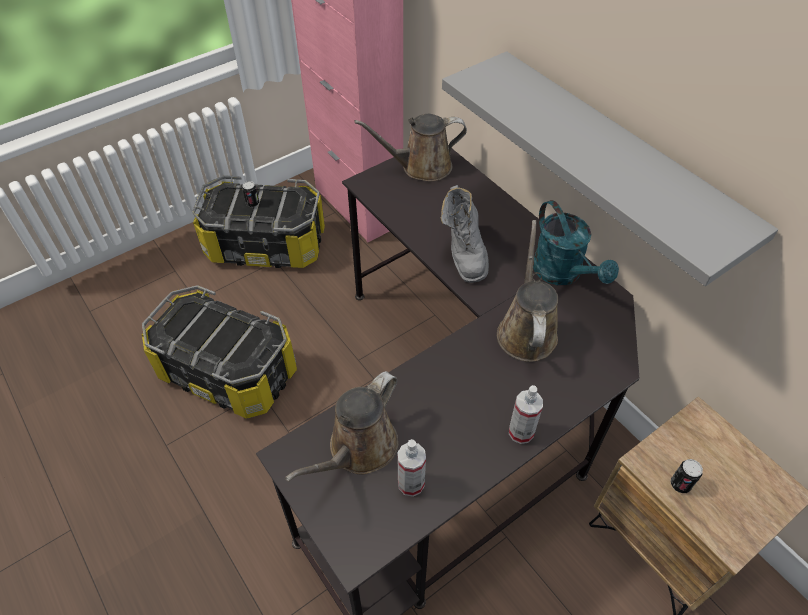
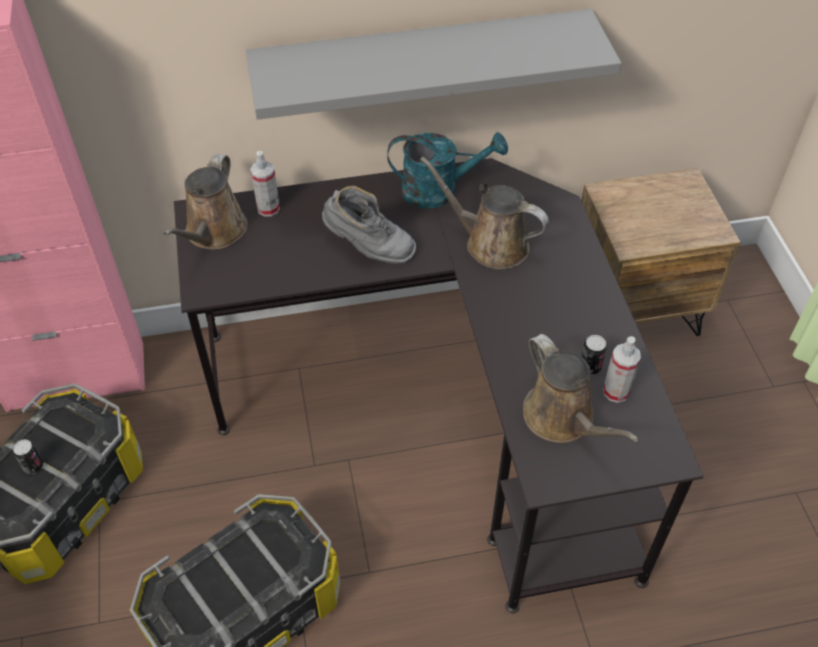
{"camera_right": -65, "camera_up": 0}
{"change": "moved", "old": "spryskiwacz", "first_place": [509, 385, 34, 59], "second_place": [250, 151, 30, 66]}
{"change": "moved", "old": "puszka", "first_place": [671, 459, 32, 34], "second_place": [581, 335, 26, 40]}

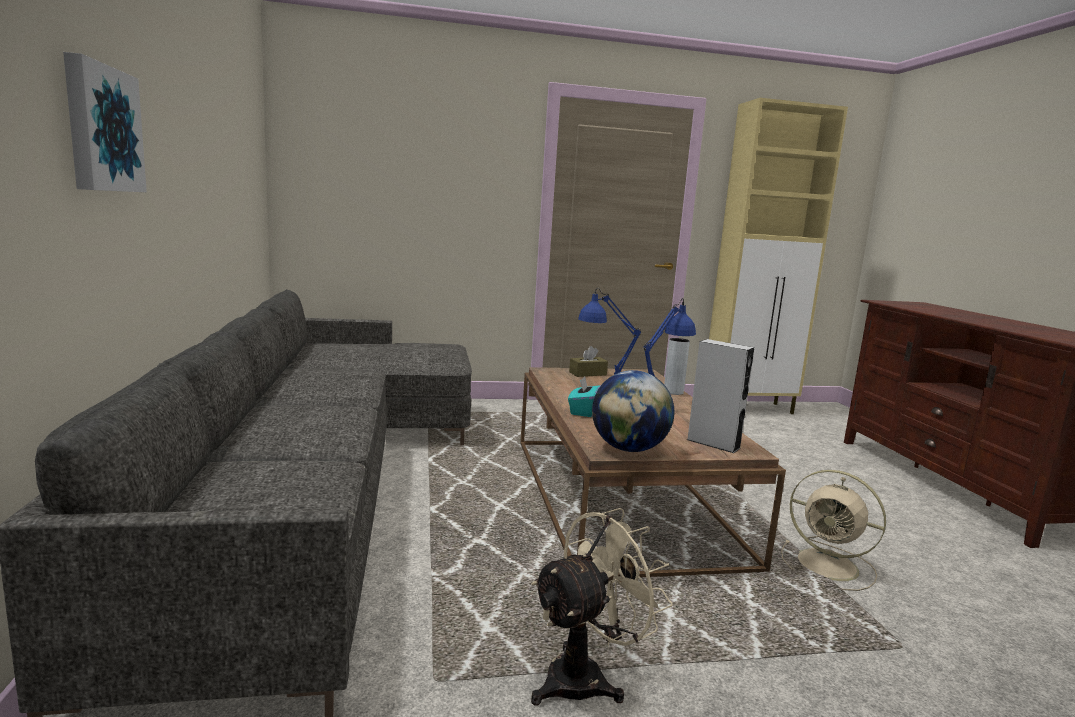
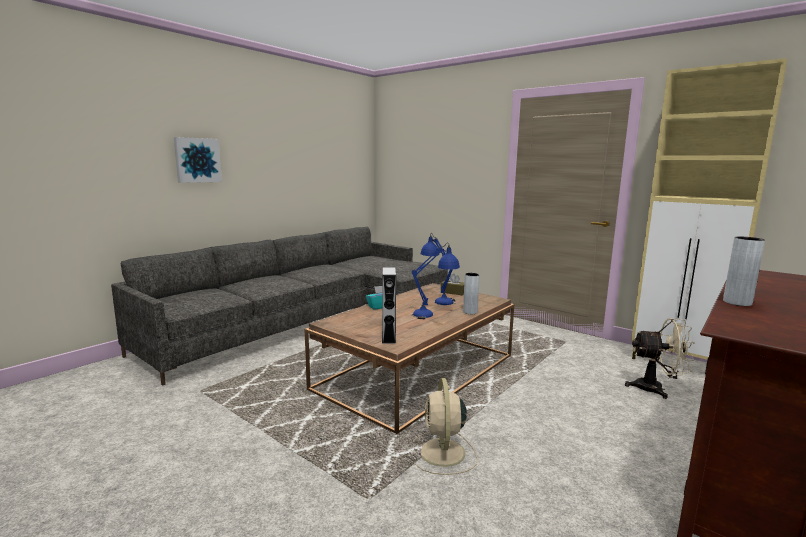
{"camera_right": 50, "camera_up": 0}
{"change": "moved", "old": "wentylator [beżowy]", "first_place": [531, 508, 141, 197], "second_place": [625, 318, 70, 81]}
{"change": "removed", "old": "globus", "first_place": [592, 370, 82, 82]}
{"change": "added", "new": "wazon [szary]", "second_place": [723, 237, 42, 69]}

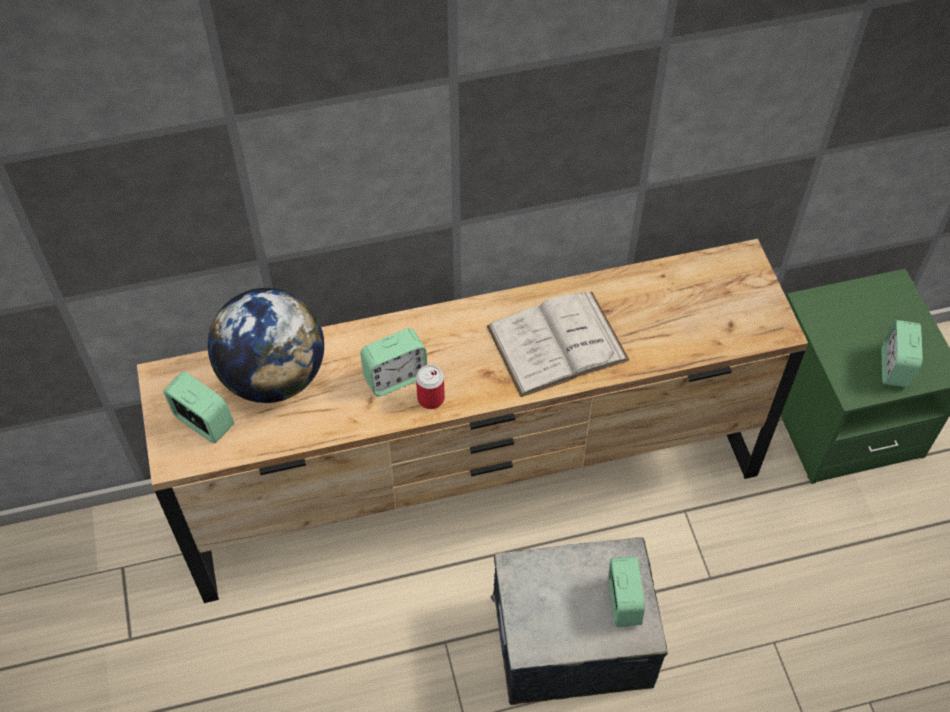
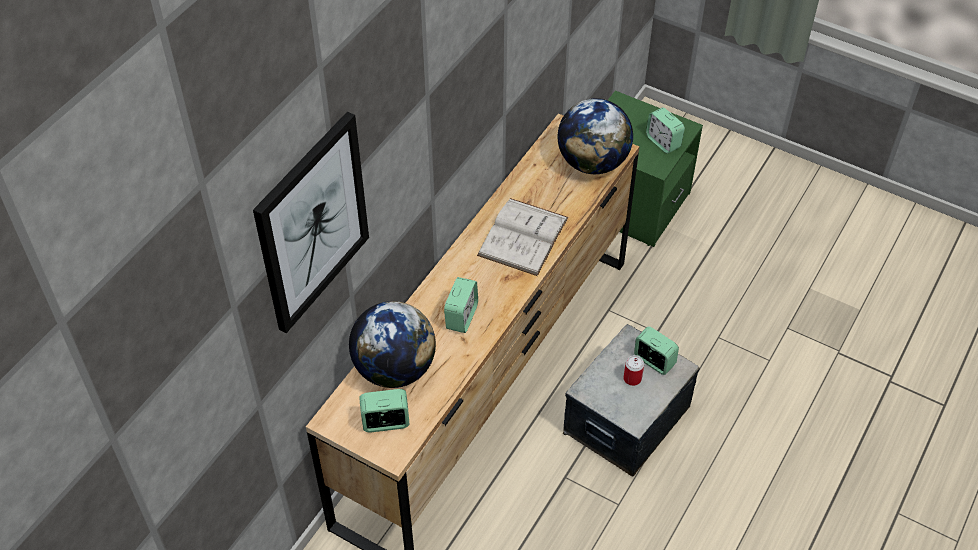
{"camera_right": -45, "camera_up": -5}
{"change": "moved", "old": "puszka", "first_place": [416, 364, 29, 45], "second_place": [623, 355, 21, 31]}
{"change": "added", "new": "obraz", "second_place": [253, 112, 116, 221]}
{"change": "added", "new": "globus", "second_place": [558, 98, 75, 76]}

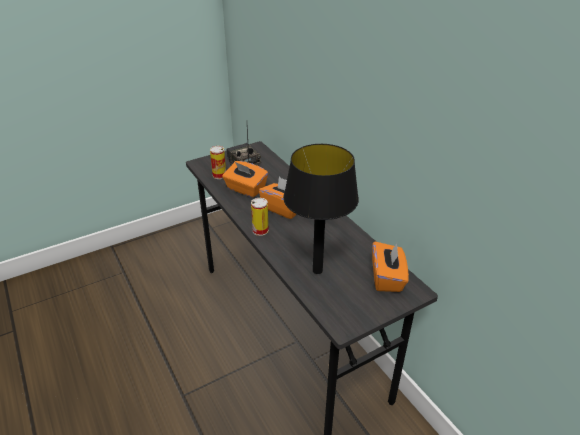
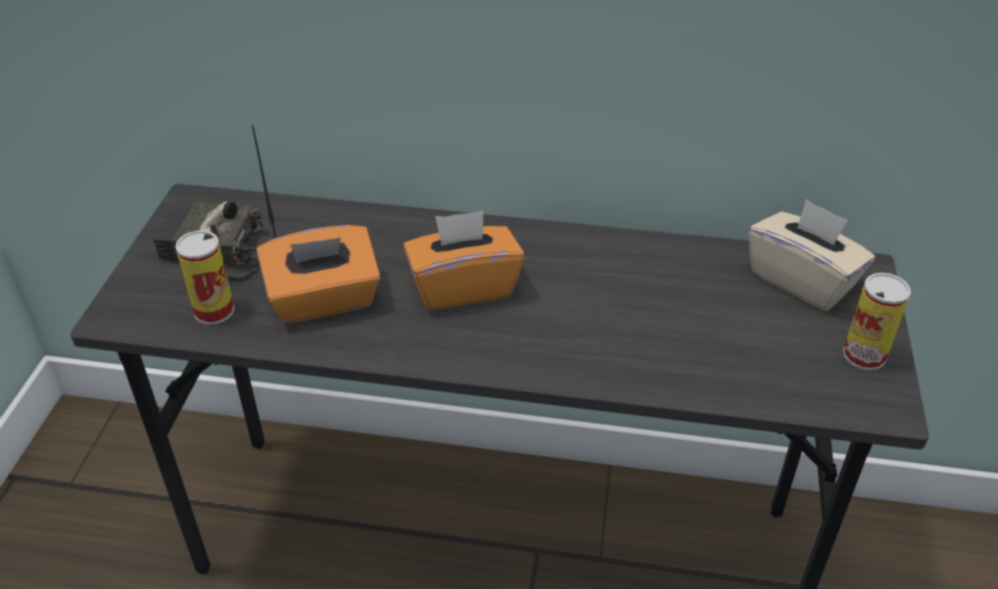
{"camera_right": -50, "camera_up": 5}
{"change": "moved", "old": "puszka", "first_place": [251, 198, 18, 38], "second_place": [843, 273, 68, 98]}
{"change": "removed", "old": "lampa stołowa [czarny]", "first_place": [283, 144, 76, 130]}
{"change": "recoloured", "old": "pudełko chusteczek [pomarańczowy]", "new": "pudełko chusteczek [beżowy]", "first_place": [372, 242, 37, 50], "second_place": [749, 199, 126, 112]}

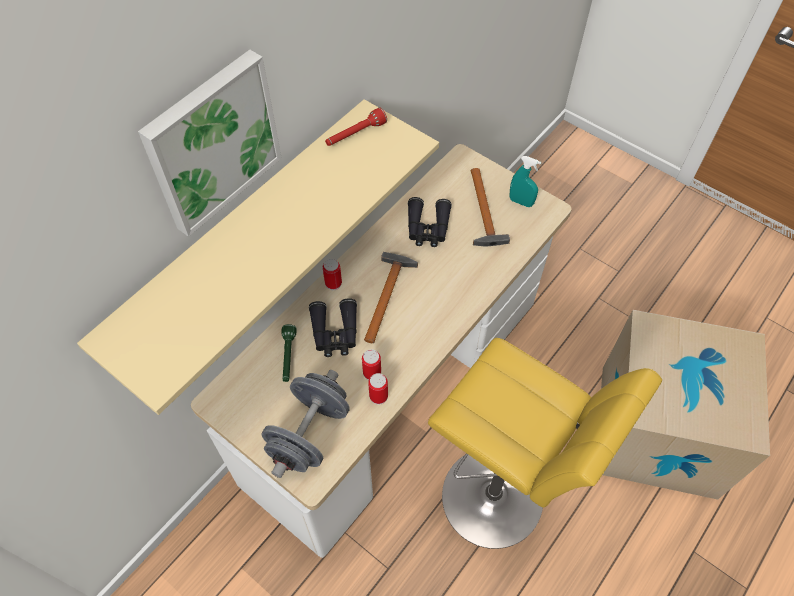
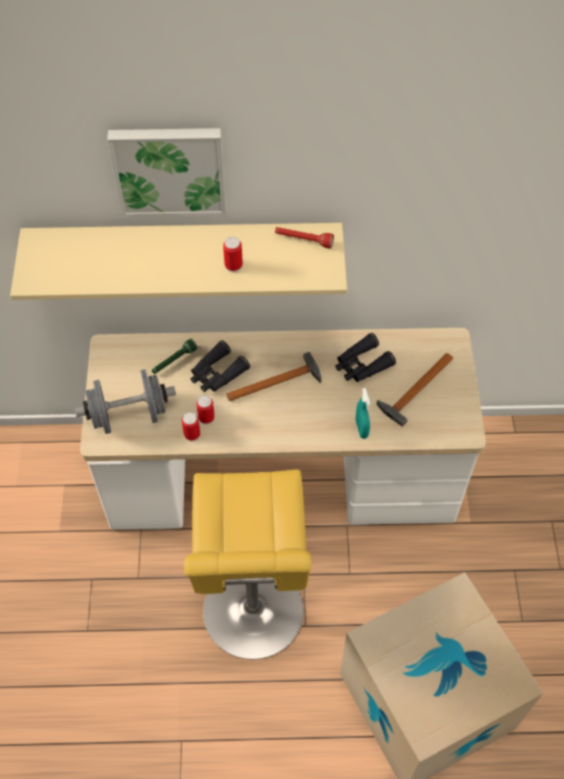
{"camera_right": 50, "camera_up": 0}
{"change": "moved", "old": "puszka", "first_place": [323, 259, 19, 31], "second_place": [223, 237, 20, 35]}
{"change": "moved", "old": "spryskiwacz [turkusowy]", "first_place": [510, 156, 31, 51], "second_place": [356, 388, 14, 51]}

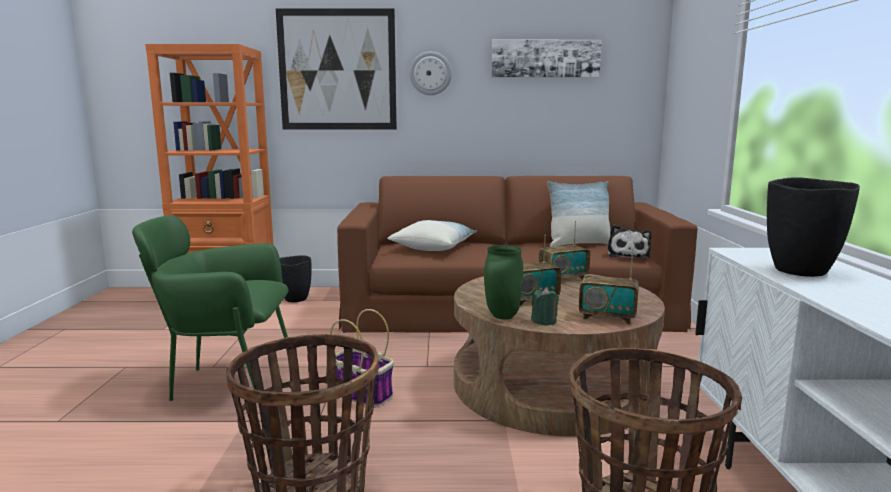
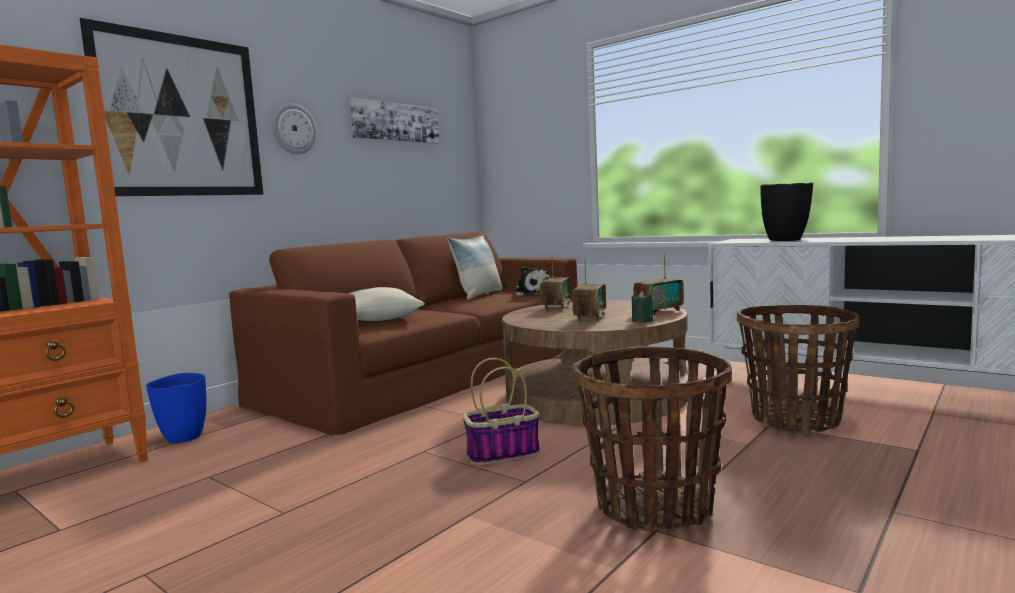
{"camera_right": -50, "camera_up": -5}
{"change": "removed", "old": "fotel [zielony]", "first_place": [132, 215, 157, 186]}
{"change": "recoloured", "old": "wazon [czarny]", "new": "wazon [niebieski]", "first_place": [280, 255, 32, 47], "second_place": [146, 373, 60, 70]}
{"change": "removed", "old": "wazon [zielony]", "first_place": [484, 245, 39, 75]}

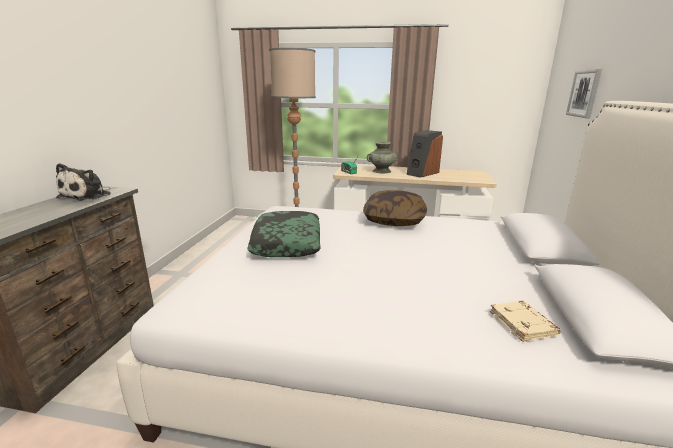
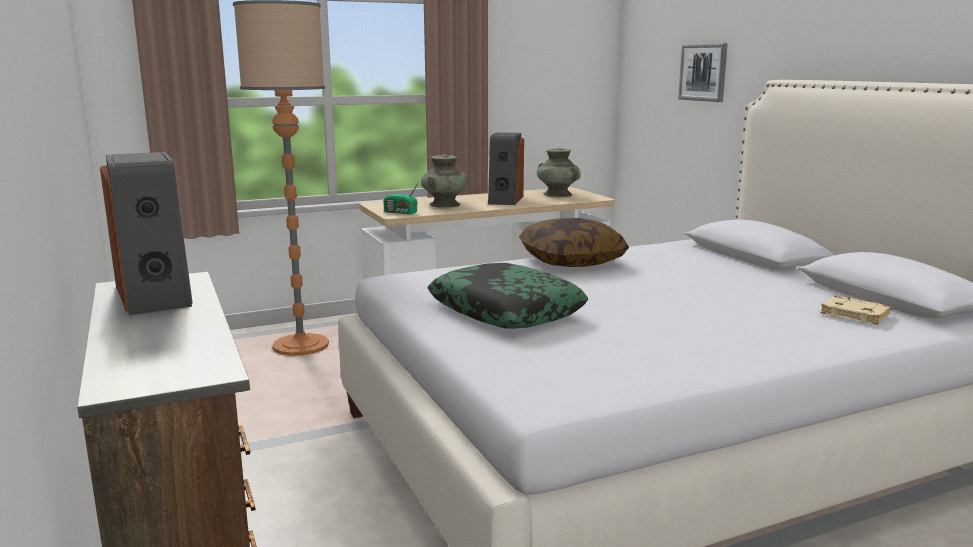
{"camera_right": -35, "camera_up": -5}
{"change": "replaced", "old": "pluszak", "new": "głośnik", "first_place": [56, 163, 54, 38], "second_place": [100, 152, 93, 163]}
{"change": "added", "new": "wazon [turkusowy]", "second_place": [537, 148, 44, 49]}

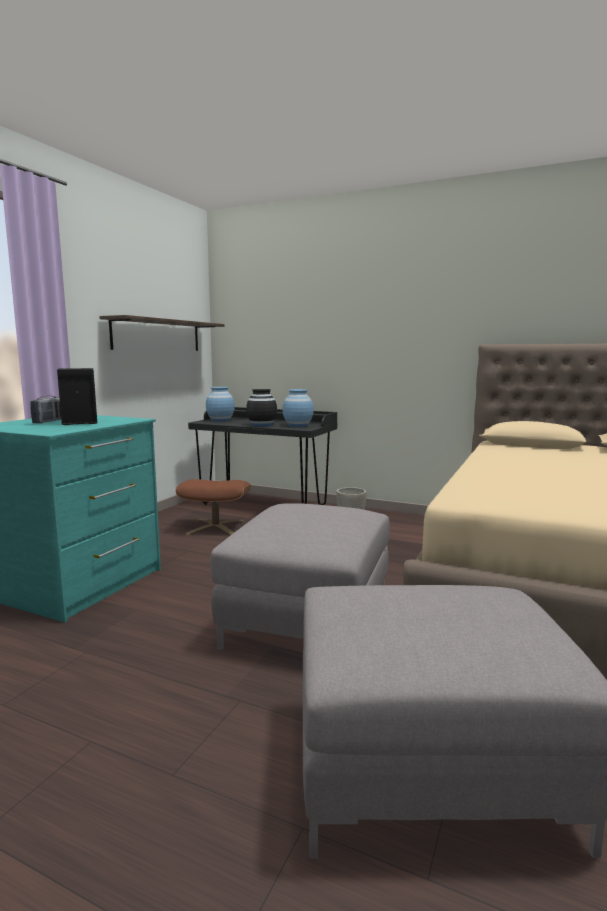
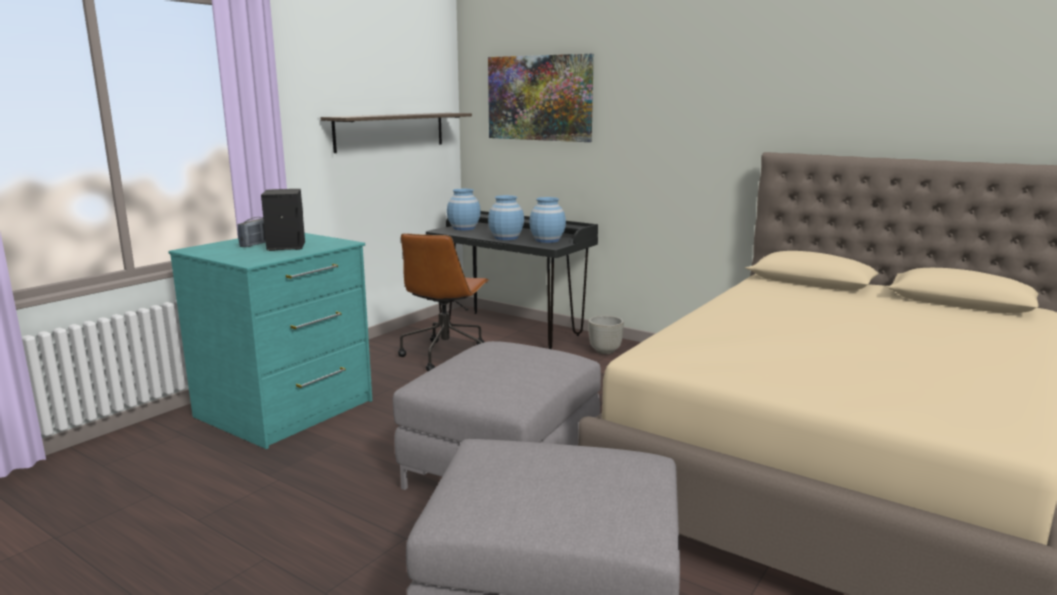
{"camera_right": 10, "camera_up": 5}
{"change": "replaced", "old": "pufa [brązowy]", "new": "krzesło biurowe [brązowy]", "first_place": [175, 479, 76, 56], "second_place": [398, 233, 92, 138]}
{"change": "recoloured", "old": "wazon [czarny]", "new": "wazon [niebieski]", "first_place": [246, 389, 31, 37], "second_place": [488, 195, 36, 45]}
{"change": "added", "new": "obraz", "second_place": [488, 54, 106, 88]}

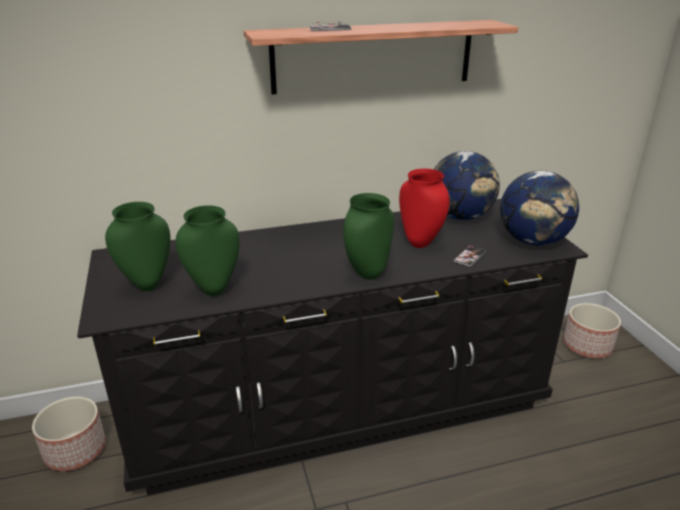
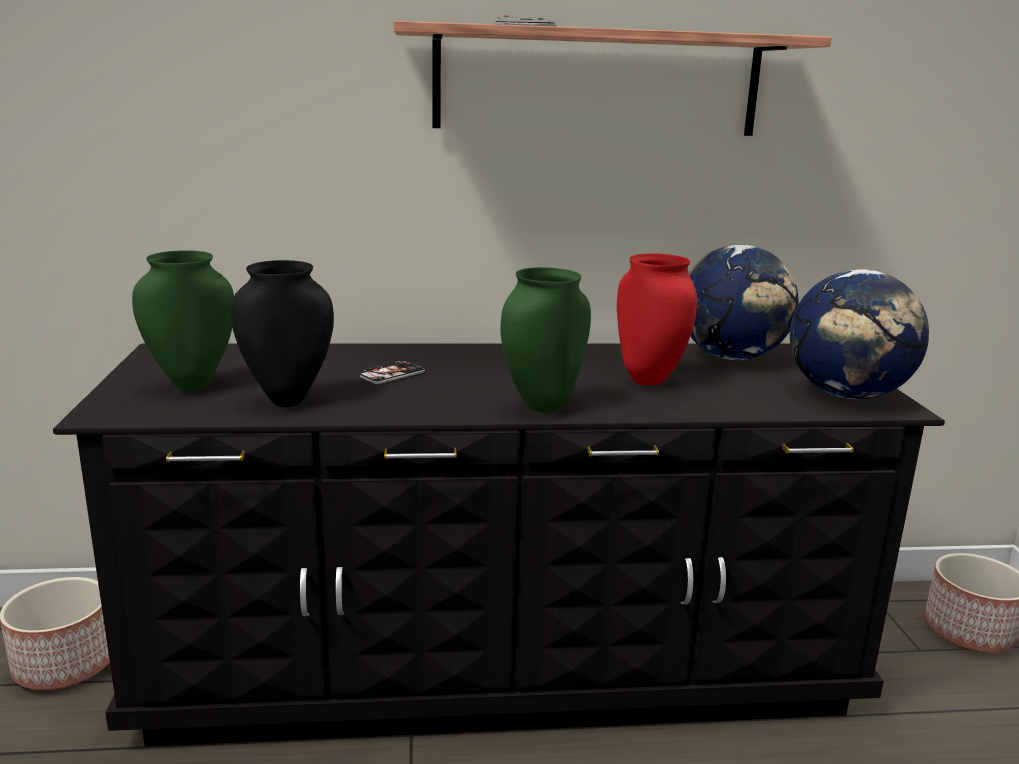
{"camera_right": 10, "camera_up": -10}
{"change": "recoloured", "old": "wazon [zielony]", "new": "wazon [czarny]", "first_place": [176, 205, 64, 91], "second_place": [231, 260, 103, 147]}
{"change": "moved", "old": "telefon", "first_place": [454, 246, 32, 21], "second_place": [360, 361, 65, 23]}

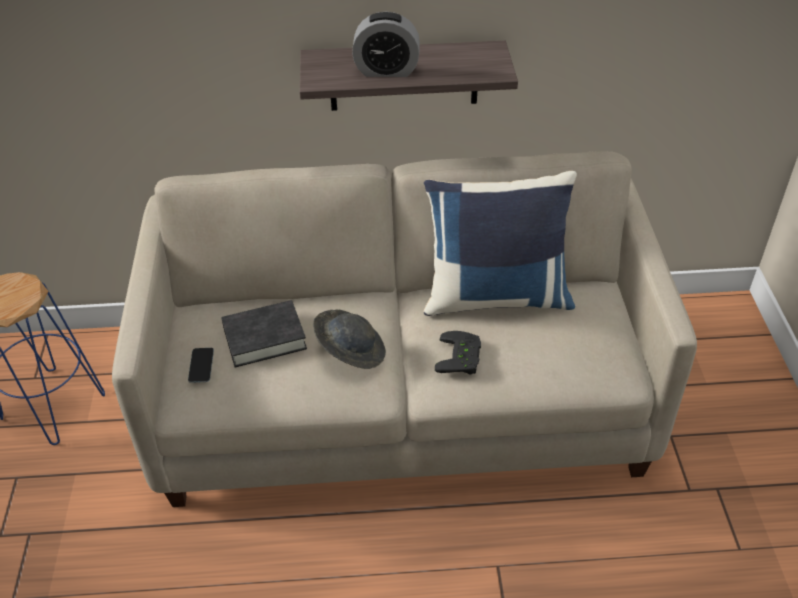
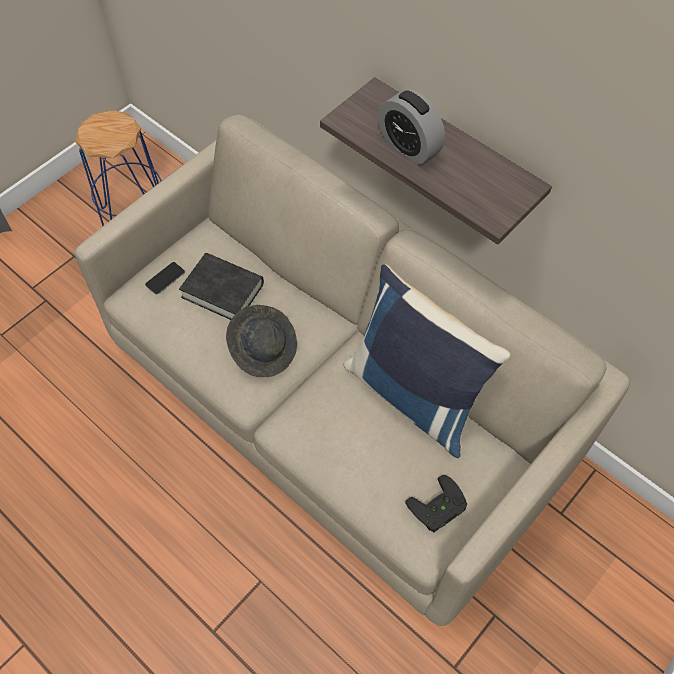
{"camera_right": 45, "camera_up": 15}
{"change": "moved", "old": "pad do gier [czarny]", "first_place": [435, 331, 46, 44], "second_place": [405, 475, 63, 57]}

